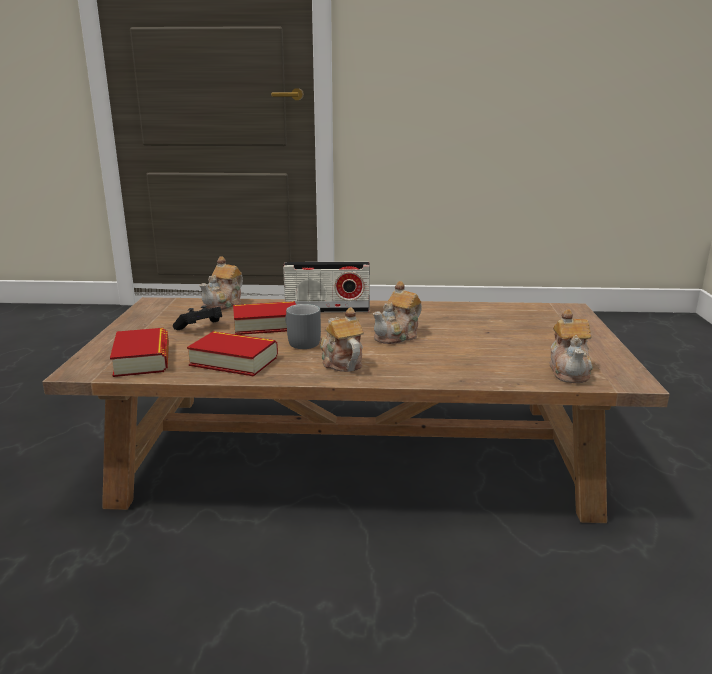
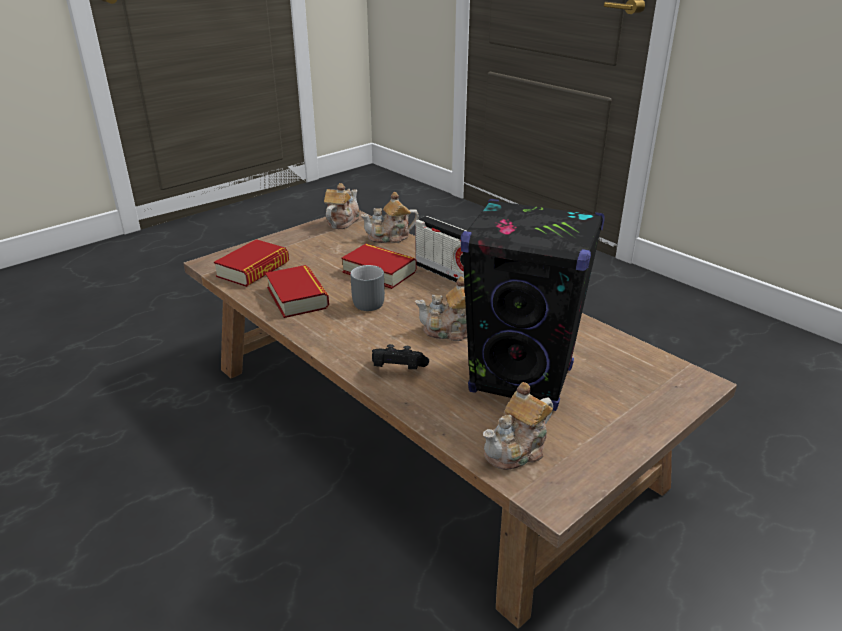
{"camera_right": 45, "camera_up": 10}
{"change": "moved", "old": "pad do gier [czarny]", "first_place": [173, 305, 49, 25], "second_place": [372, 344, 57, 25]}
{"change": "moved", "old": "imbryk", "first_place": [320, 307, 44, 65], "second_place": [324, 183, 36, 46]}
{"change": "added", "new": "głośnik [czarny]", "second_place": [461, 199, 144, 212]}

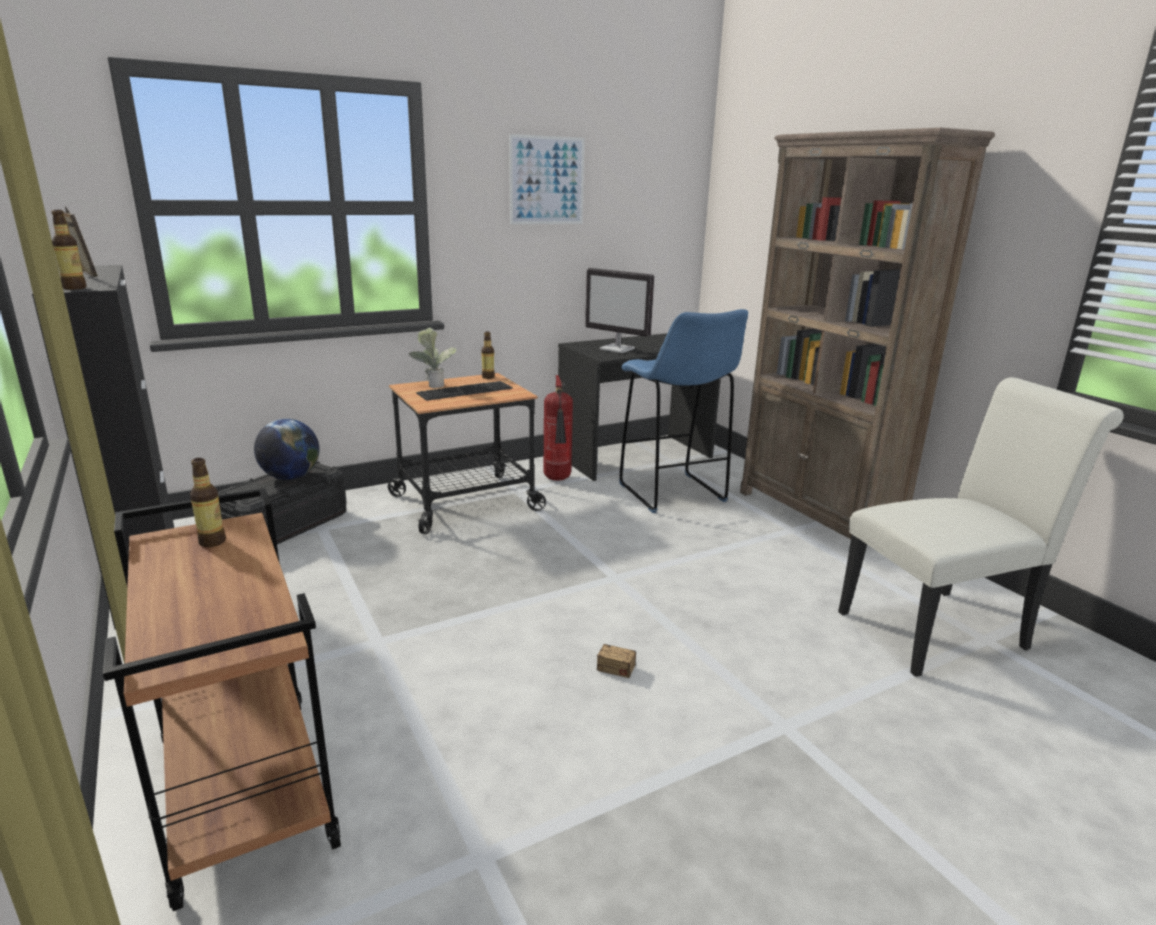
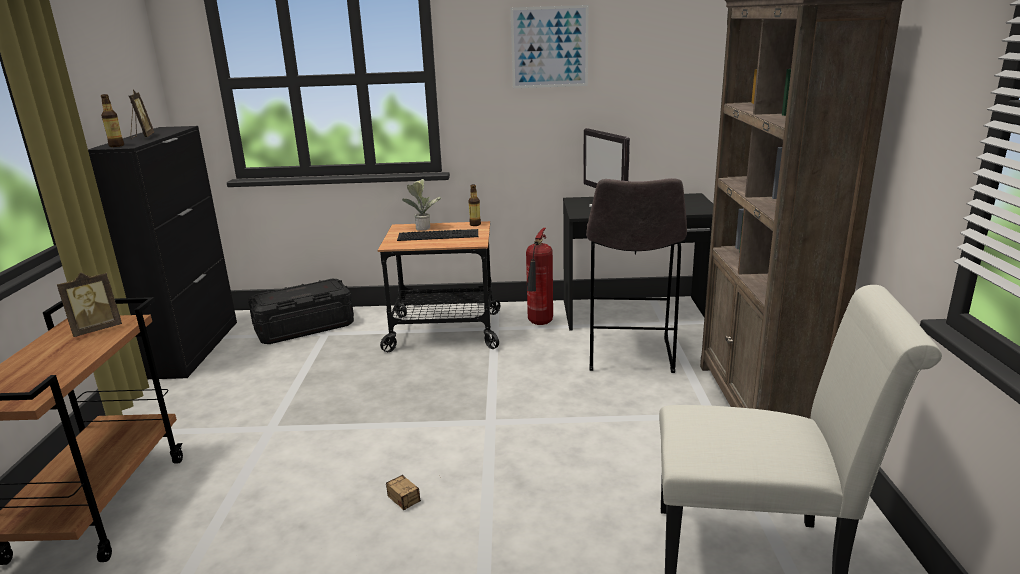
{"camera_right": 30, "camera_up": 0}
{"change": "replaced", "old": "butelka", "new": "ramka na zdjęcie", "first_place": [190, 458, 36, 89], "second_place": [57, 272, 65, 65]}
{"change": "removed", "old": "globus", "first_place": [254, 419, 66, 61]}
{"change": "recoloured", "old": "stołek [niebieski]", "new": "stołek [szary]", "first_place": [619, 309, 129, 204], "second_place": [586, 178, 101, 195]}

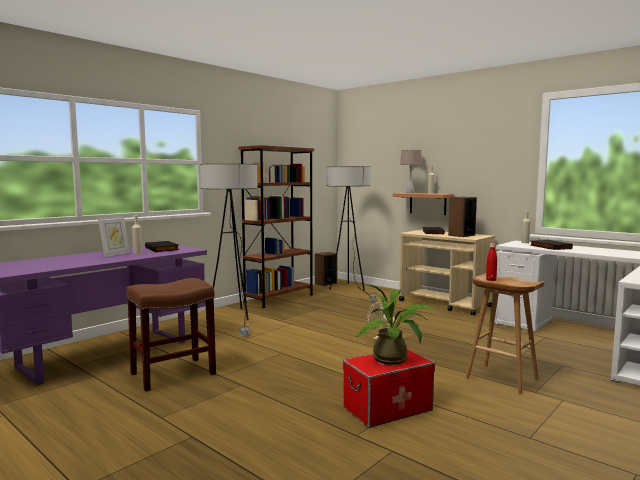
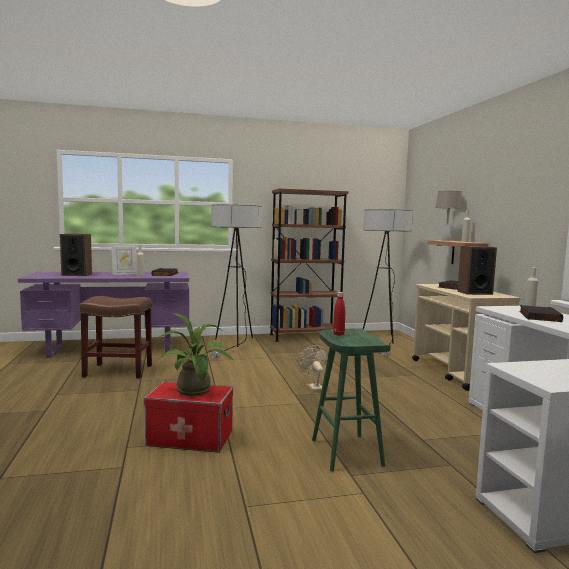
{"camera_right": 35, "camera_up": 0}
{"change": "moved", "old": "głośnik", "first_place": [315, 252, 22, 34], "second_place": [60, 234, 32, 42]}
{"change": "recoloured", "old": "stołek [brązowy]", "new": "stołek [zielony]", "first_place": [466, 273, 79, 121], "second_place": [312, 328, 79, 144]}

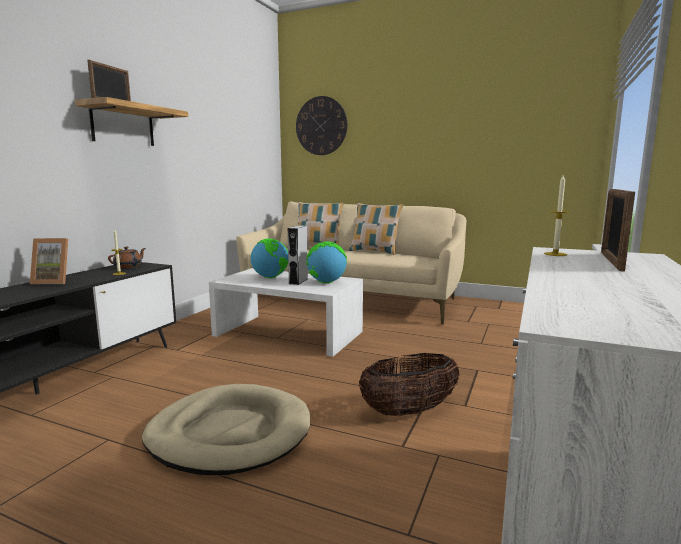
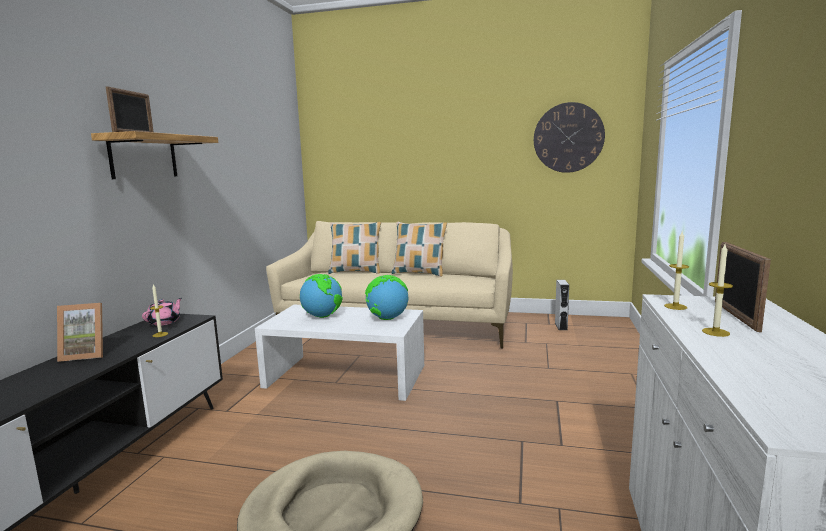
{"camera_right": -10, "camera_up": 0}
{"change": "recoloured", "old": "imbryk [brązowy]", "new": "imbryk [różowy]", "first_place": [108, 247, 38, 21], "second_place": [142, 298, 40, 28]}
{"change": "moved", "old": "głośnik [szary]", "first_place": [288, 225, 20, 60], "second_place": [555, 280, 14, 50]}
{"change": "moved", "old": "zegar ścienny", "first_place": [296, 96, 51, 59], "second_place": [534, 102, 71, 71]}
{"change": "removed", "old": "koszyk", "first_place": [359, 353, 101, 63]}
{"change": "added", "new": "świeca", "second_place": [702, 244, 31, 93]}

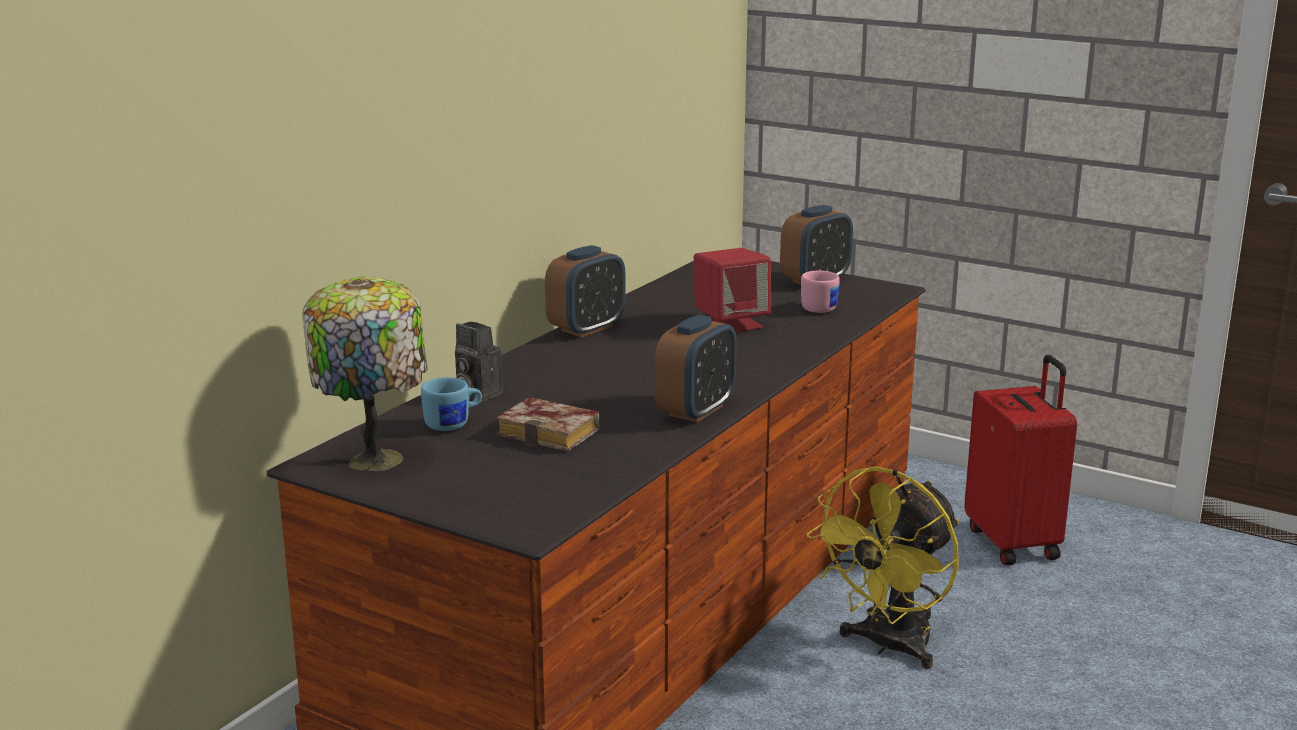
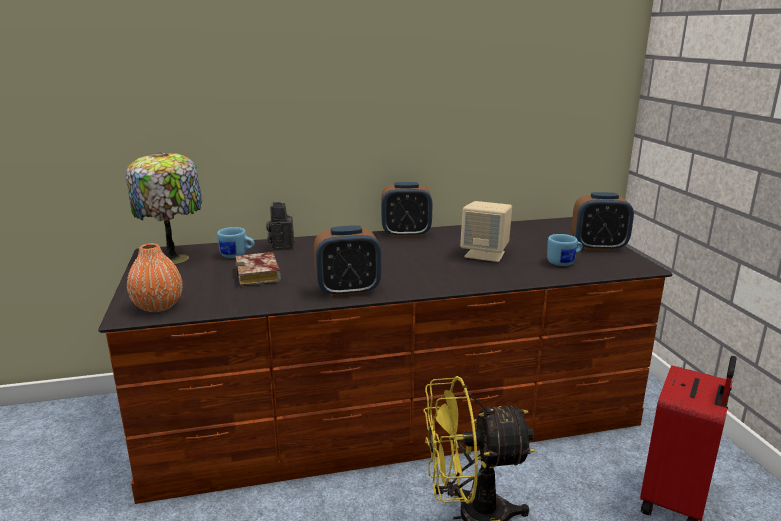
{"camera_right": 45, "camera_up": 0}
{"change": "recoloured", "old": "głośnik [czerwony]", "new": "głośnik [beżowy]", "first_place": [694, 248, 77, 84], "second_place": [460, 201, 52, 61]}
{"change": "recoloured", "old": "kubek [różowy]", "new": "kubek [niebieski]", "first_place": [801, 271, 39, 42], "second_place": [547, 234, 35, 32]}
{"change": "added", "new": "wazon [pomarańczowy]", "second_place": [127, 243, 55, 69]}

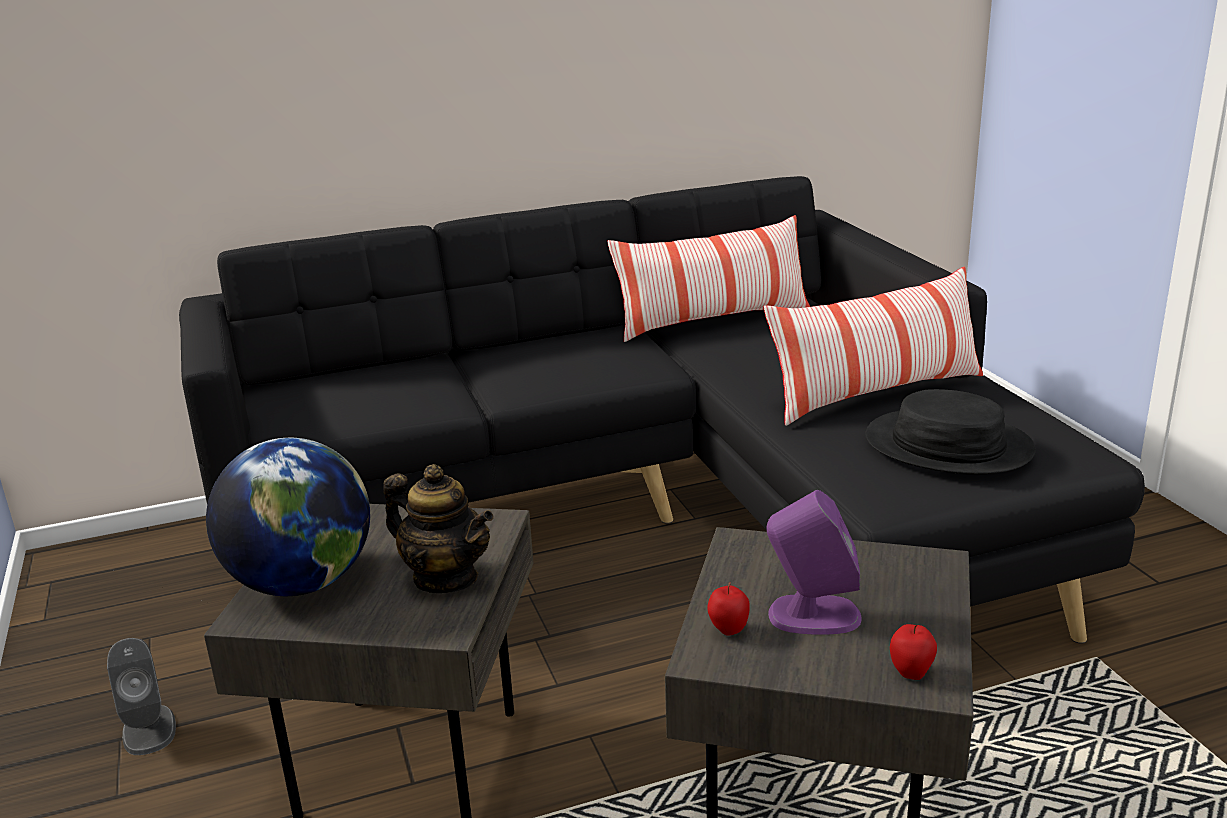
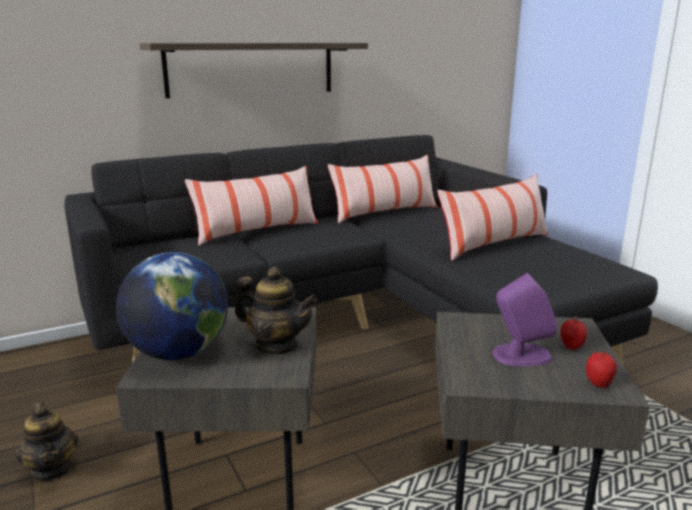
{"camera_right": -10, "camera_up": -5}
{"change": "replaced", "old": "głośnik [szary]", "new": "imbryk", "first_place": [107, 638, 69, 117], "second_place": [15, 402, 63, 79]}
{"change": "moved", "old": "jabłko", "first_place": [707, 582, 43, 54], "second_place": [561, 316, 26, 34]}
{"change": "removed", "old": "kapelusz [czarny]", "first_place": [865, 389, 171, 86]}
{"change": "added", "new": "półka", "second_place": [139, 43, 229, 55]}
{"change": "added", "new": "poduszka", "second_place": [185, 166, 133, 80]}

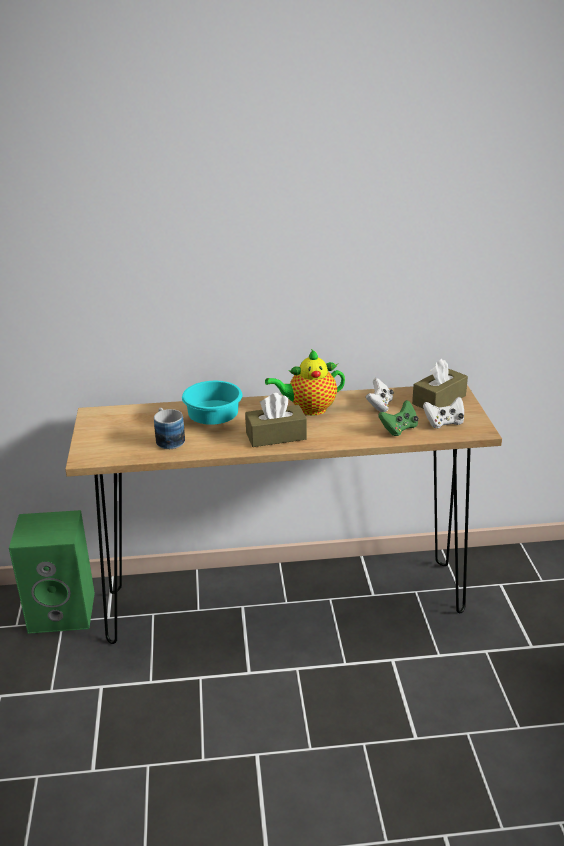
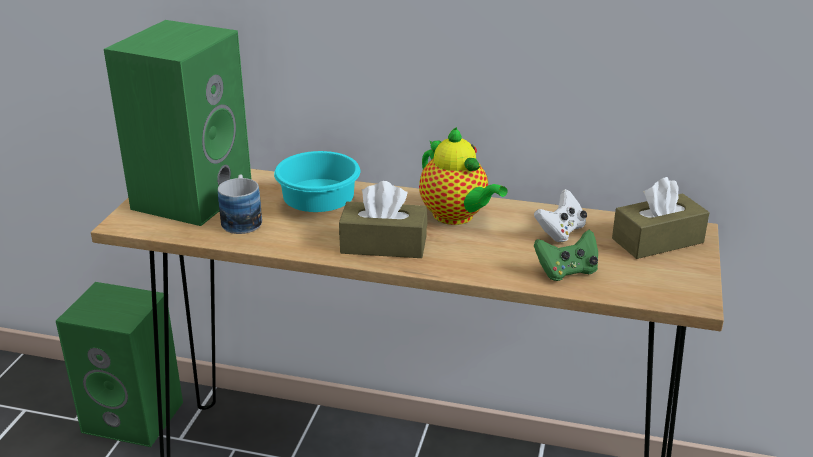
{"camera_right": 20, "camera_up": 0}
{"change": "turned", "old": "imbryk", "first_place": [265, 349, 80, 67], "second_place": [419, 127, 89, 98], "degrees": -135}
{"change": "removed", "old": "pad do gier [biały]", "first_place": [423, 397, 41, 31]}
{"change": "added", "new": "głośnik [zielony]", "second_place": [104, 20, 148, 206]}

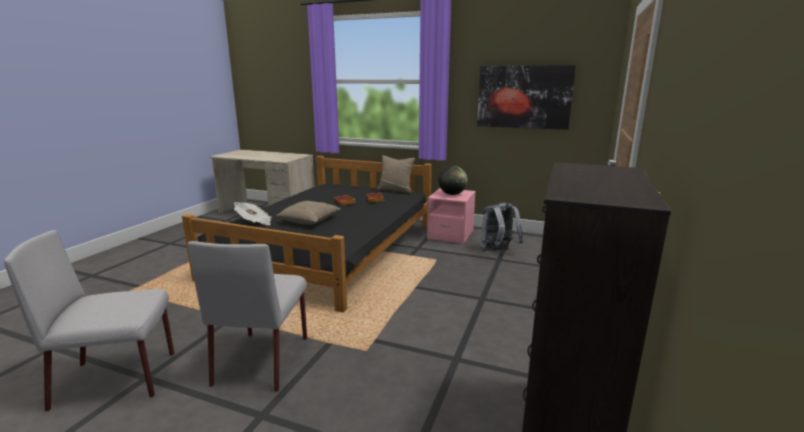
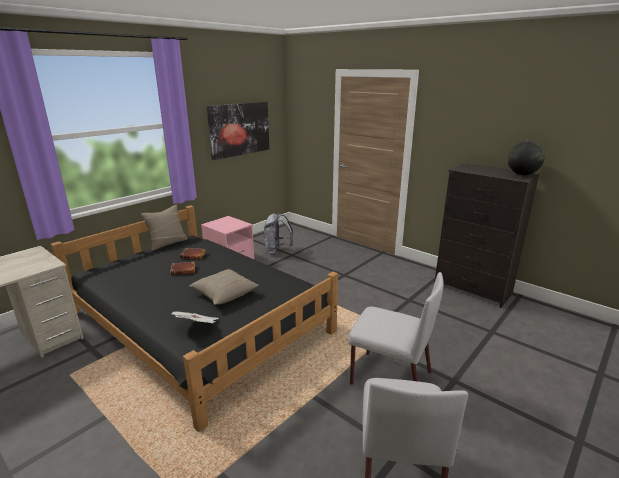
{"camera_right": -70, "camera_up": 5}
{"change": "moved", "old": "globus", "first_place": [439, 166, 28, 29], "second_place": [508, 141, 37, 34]}

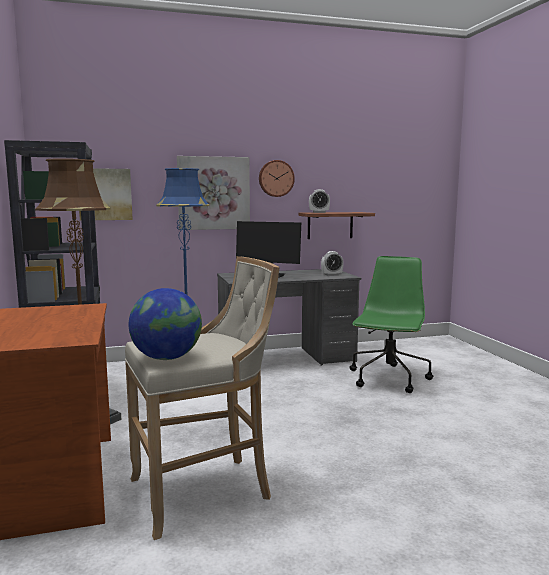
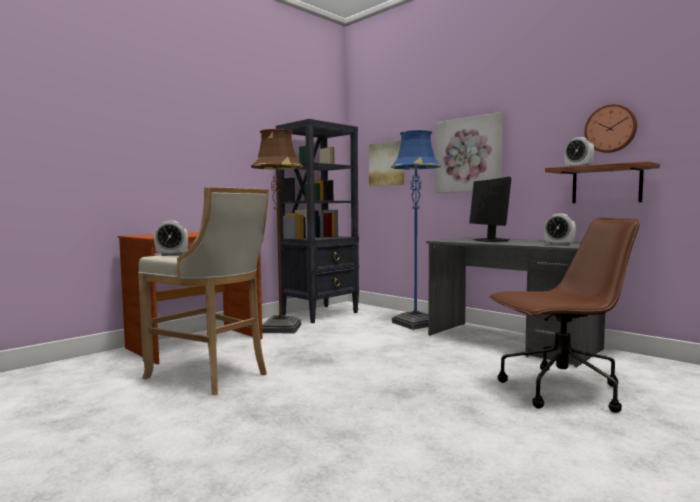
{"camera_right": 60, "camera_up": -5}
{"change": "replaced", "old": "globus", "new": "budzik", "first_place": [129, 288, 73, 72], "second_place": [154, 221, 34, 35]}
{"change": "moved", "old": "zegar ścienny", "first_place": [259, 160, 36, 37], "second_place": [584, 104, 53, 49]}
{"change": "recoloured", "old": "krzesło biurowe [zielony]", "new": "krzesło biurowe [brązowy]", "first_place": [350, 256, 83, 137], "second_place": [489, 218, 151, 195]}

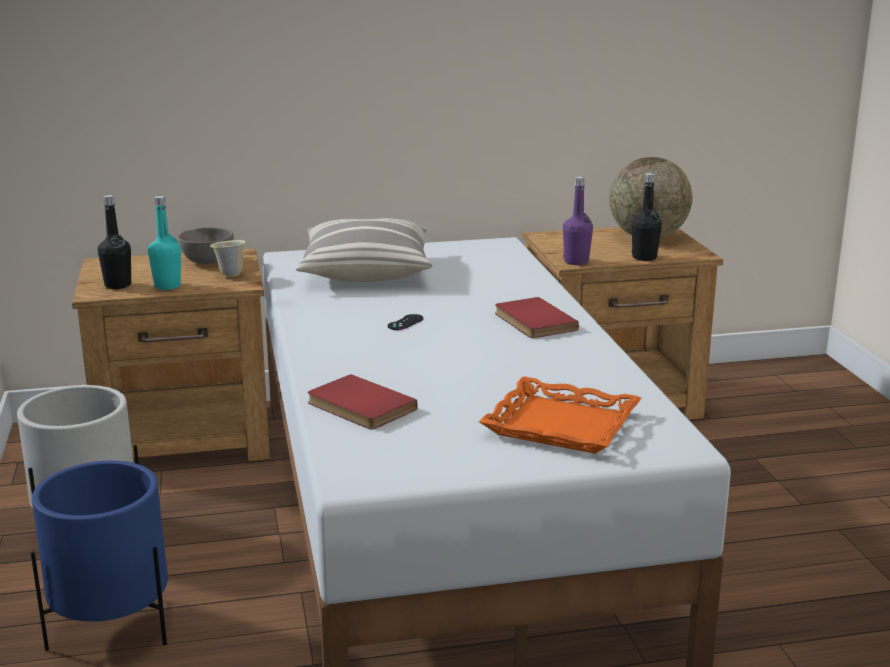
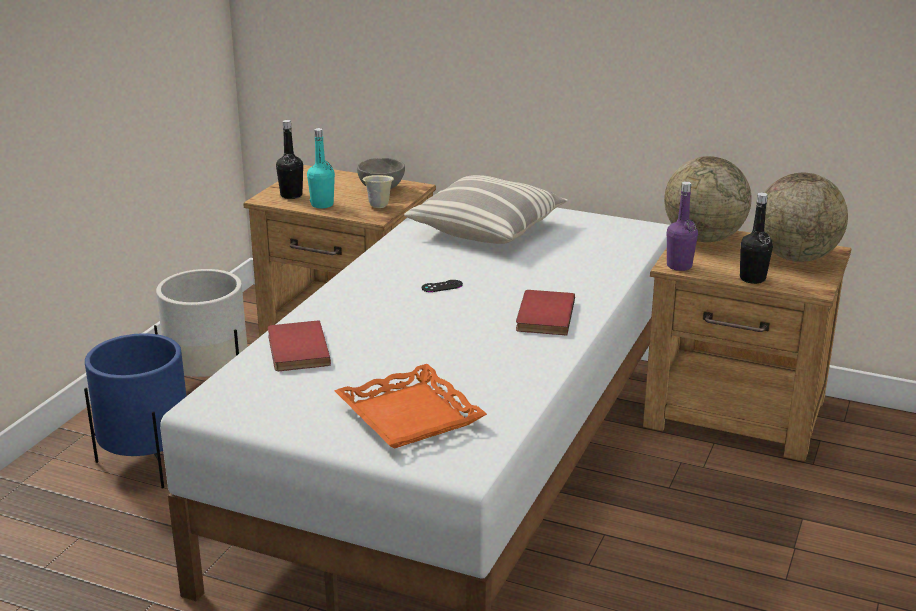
{"camera_right": 35, "camera_up": 5}
{"change": "added", "new": "globus", "second_place": [664, 156, 87, 86]}

